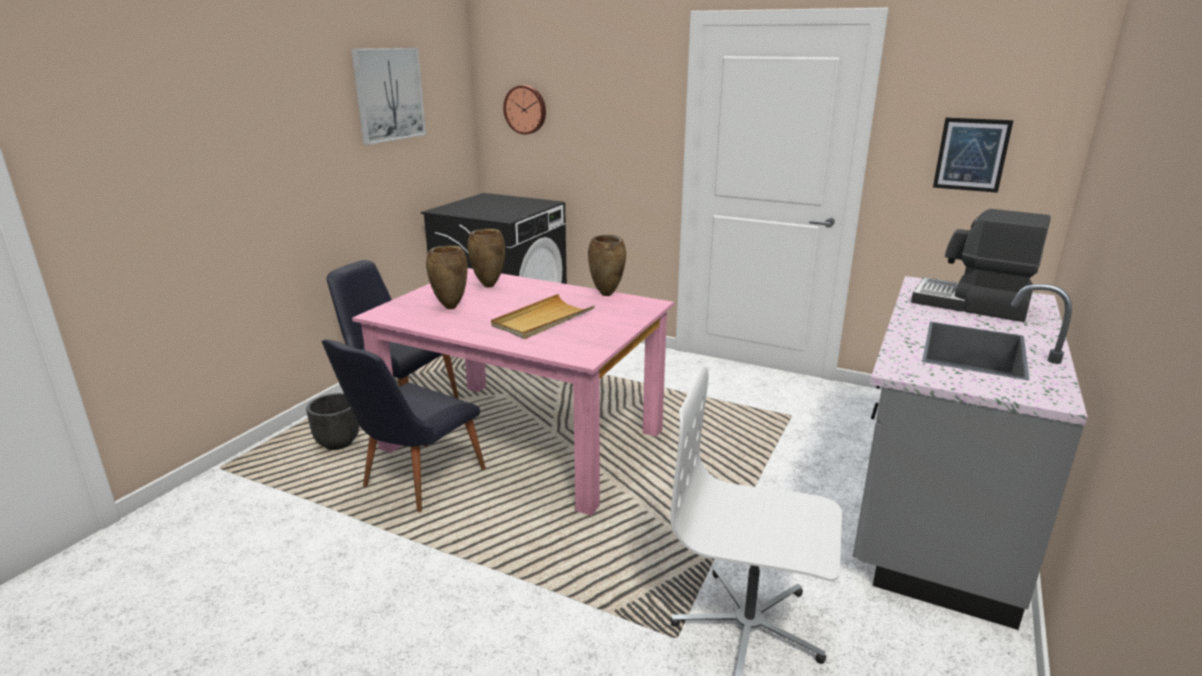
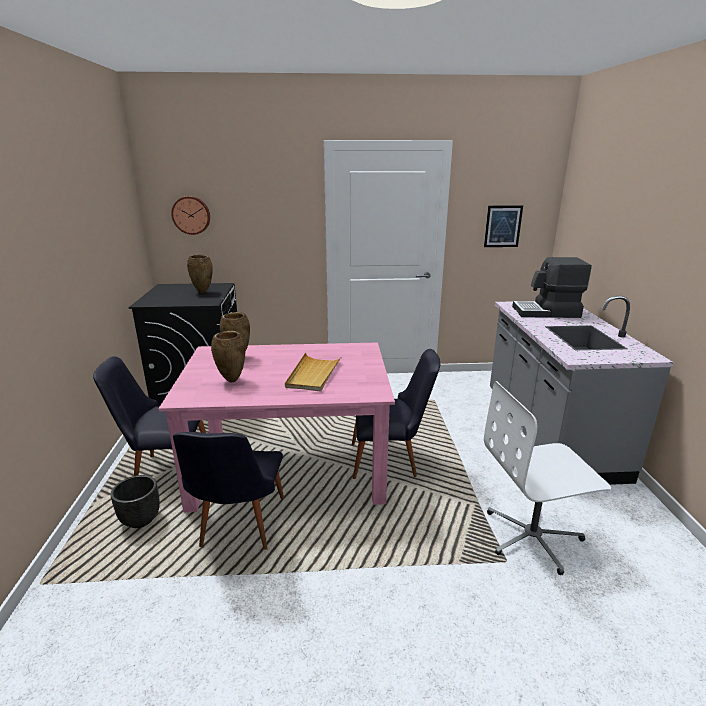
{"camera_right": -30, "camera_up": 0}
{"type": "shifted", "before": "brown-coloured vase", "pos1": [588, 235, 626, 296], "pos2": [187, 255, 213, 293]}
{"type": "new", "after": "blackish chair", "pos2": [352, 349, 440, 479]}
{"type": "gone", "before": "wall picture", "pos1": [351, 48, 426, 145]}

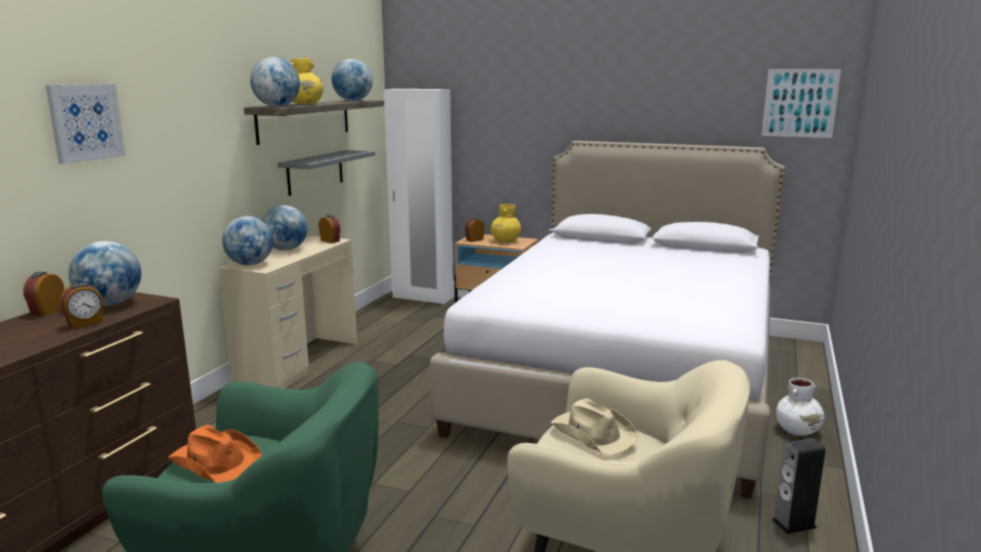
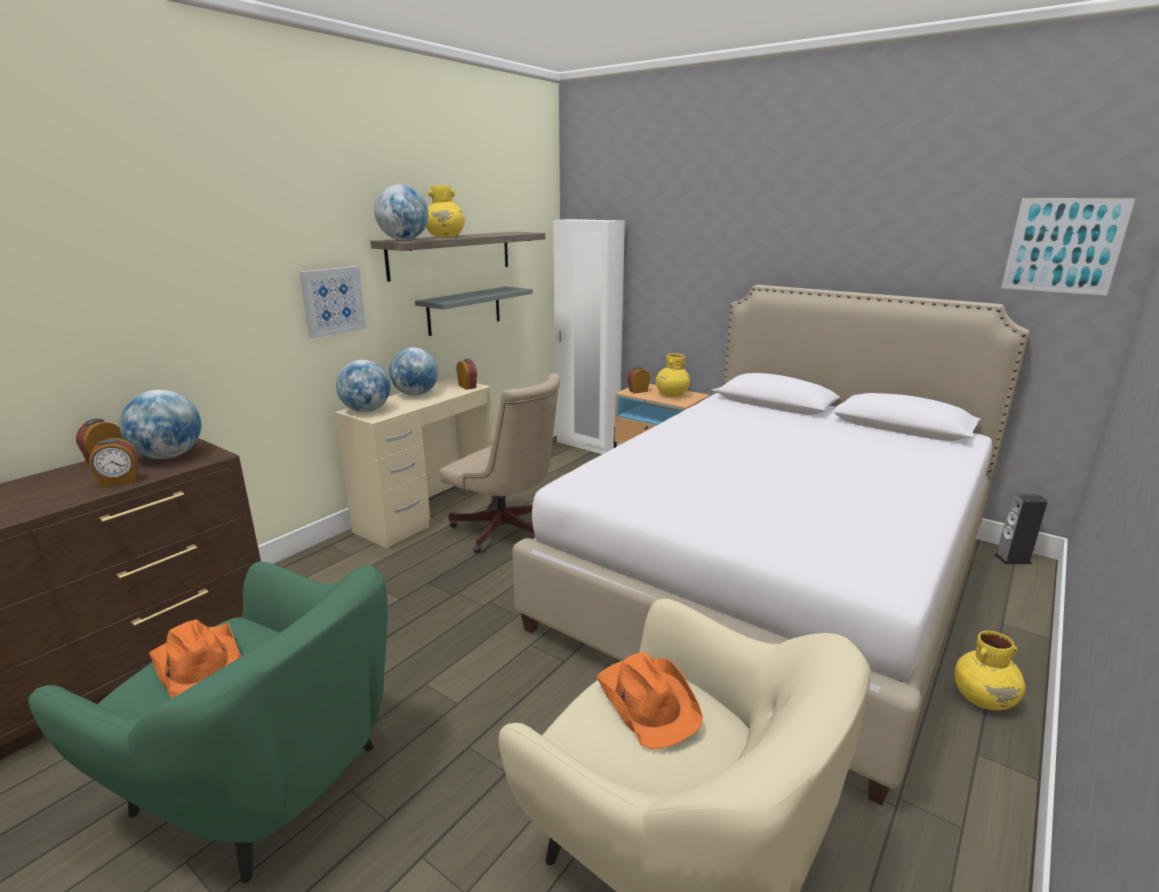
{"camera_right": 15, "camera_up": 5}
{"type": "shifted", "before": "wall picture", "pos1": [46, 84, 126, 164], "pos2": [299, 266, 366, 338]}
{"type": "new", "after": "beige office chair", "pos2": [439, 373, 561, 553]}
{"type": "repainted", "before": "beige clothing hat", "after": "orange-coloured clothing hat", "pos1": [551, 399, 638, 456], "pos2": [597, 653, 703, 749]}
{"type": "repainted", "before": "white vase", "after": "yellow vase", "pos1": [776, 378, 825, 436], "pos2": [954, 630, 1026, 710]}
{"type": "shifted", "before": "loudspeaker", "pos1": [772, 438, 826, 534], "pos2": [994, 494, 1048, 565]}
{"type": "gone", "before": "globe", "pos1": [332, 59, 373, 101]}

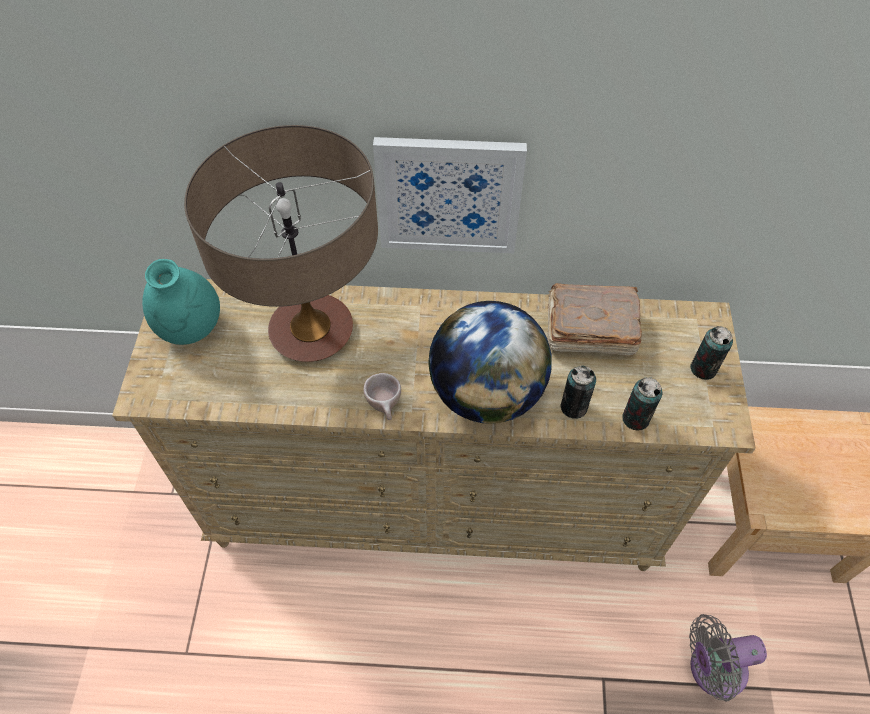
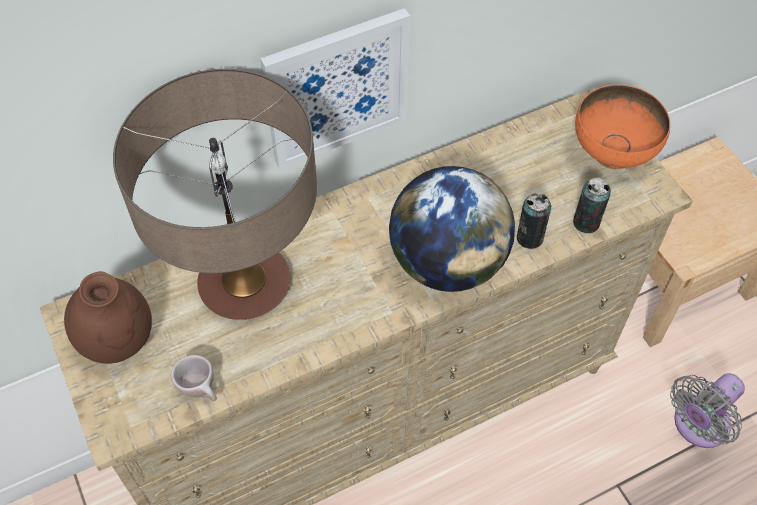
{"camera_right": -30, "camera_up": 0}
{"type": "repainted", "before": "blue-green vase", "after": "brown-coloured vase", "pos1": [142, 259, 220, 345], "pos2": [64, 271, 152, 364]}
{"type": "shifted", "before": "beige cup", "pos1": [364, 373, 401, 420], "pos2": [171, 355, 217, 401]}
{"type": "swapped", "before": "can", "after": "orange-coloured bowl", "pos1": [690, 326, 733, 380], "pos2": [575, 85, 670, 169]}
{"type": "gone", "before": "brown-coloured volume", "pos1": [547, 283, 642, 356]}

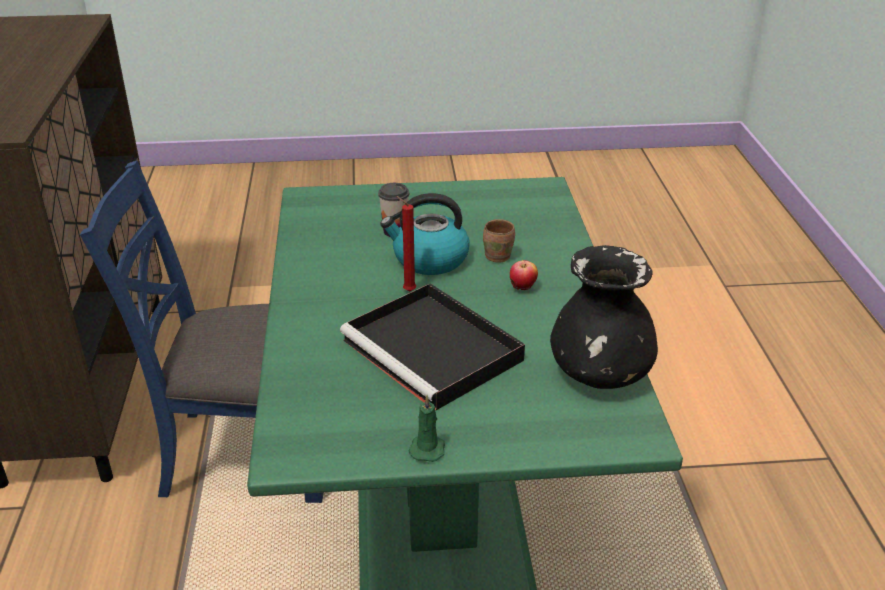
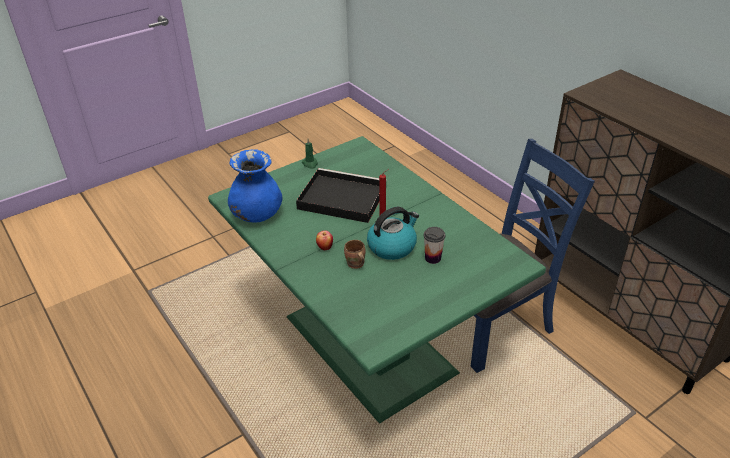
{"camera_right": 150, "camera_up": 5}
{"type": "repainted", "before": "blackish vase", "after": "bluish vase", "pos1": [550, 245, 658, 389], "pos2": [228, 149, 283, 222]}

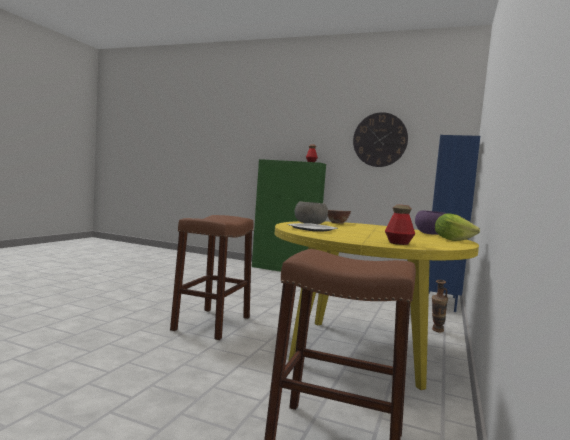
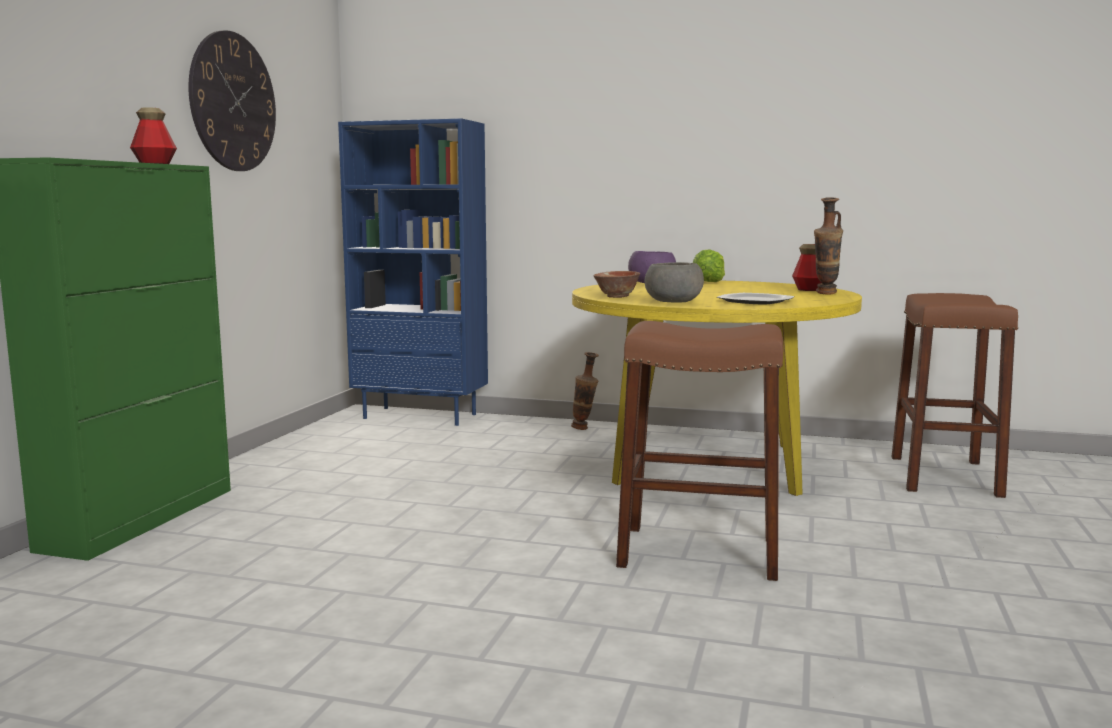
{"camera_right": -95, "camera_up": 5}
{"type": "new", "after": "vase", "pos2": [814, 197, 843, 295]}

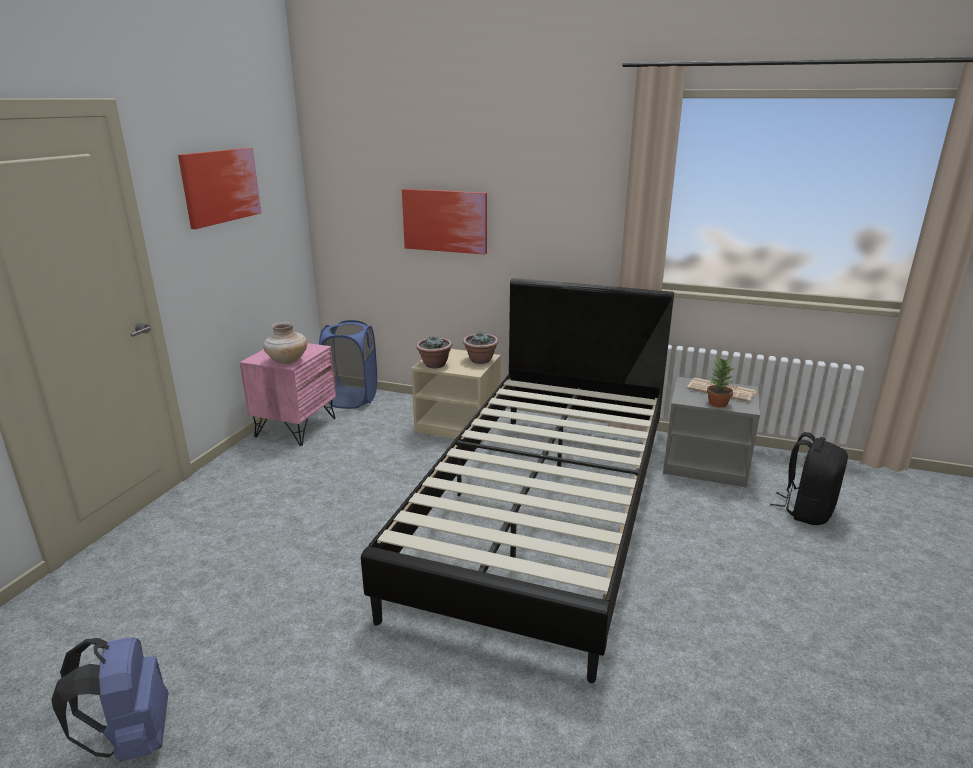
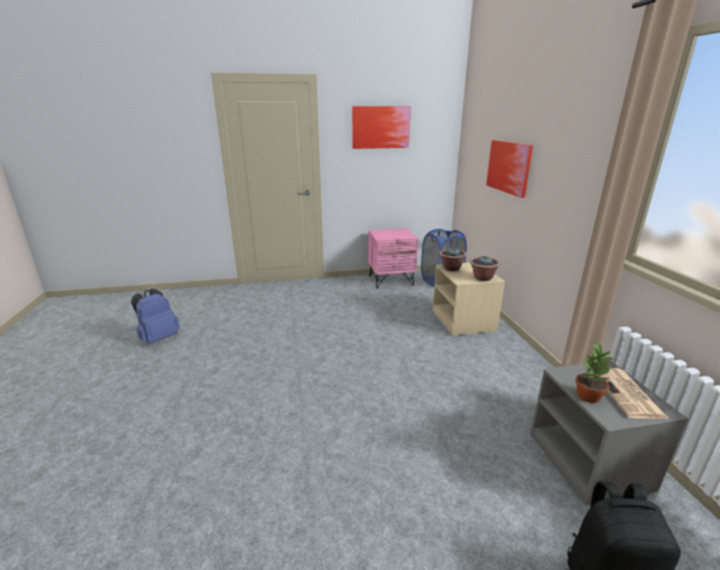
{"camera_right": 60, "camera_up": 0}
{"type": "gone", "before": "beige vase", "pos1": [263, 322, 307, 364]}
{"type": "gone", "before": "blackish sleeping bed", "pos1": [361, 278, 674, 683]}

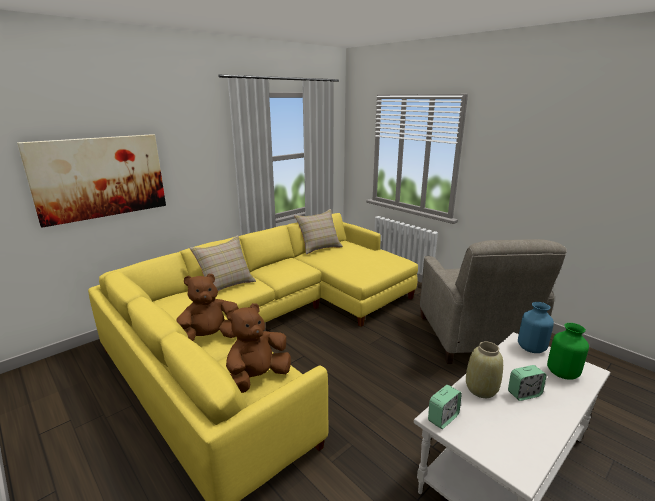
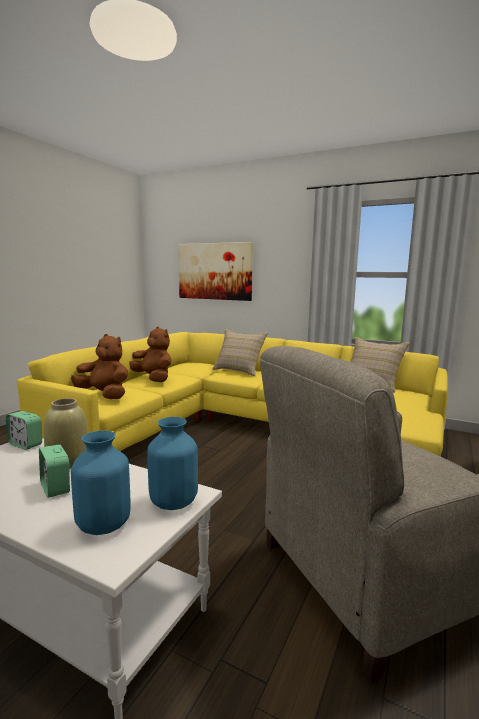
{"camera_right": 70, "camera_up": -10}
{"type": "repainted", "before": "greenish vase", "after": "bluish vase", "pos1": [547, 323, 589, 380], "pos2": [71, 431, 131, 535]}

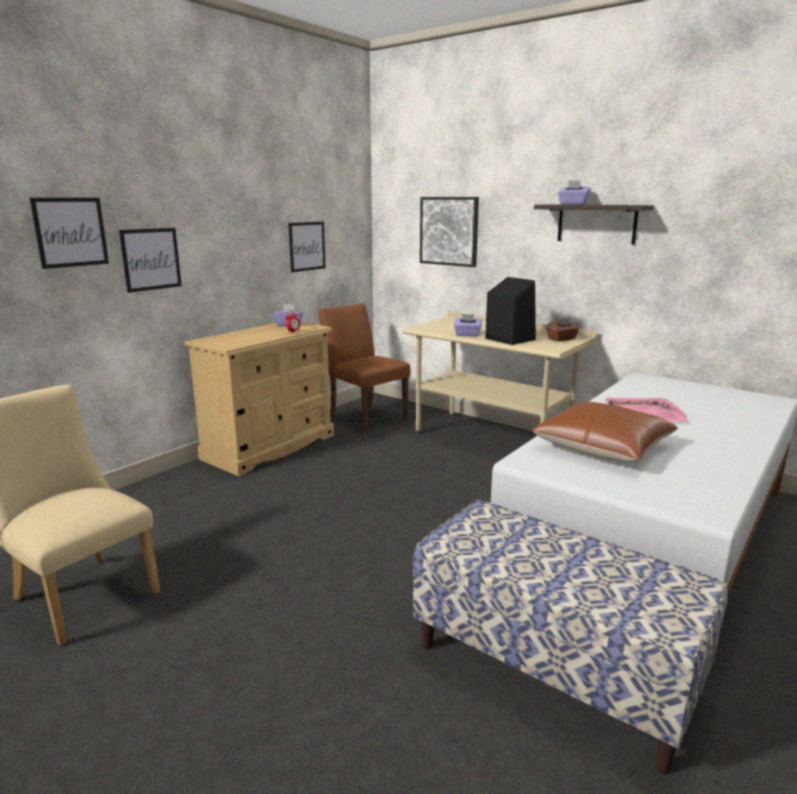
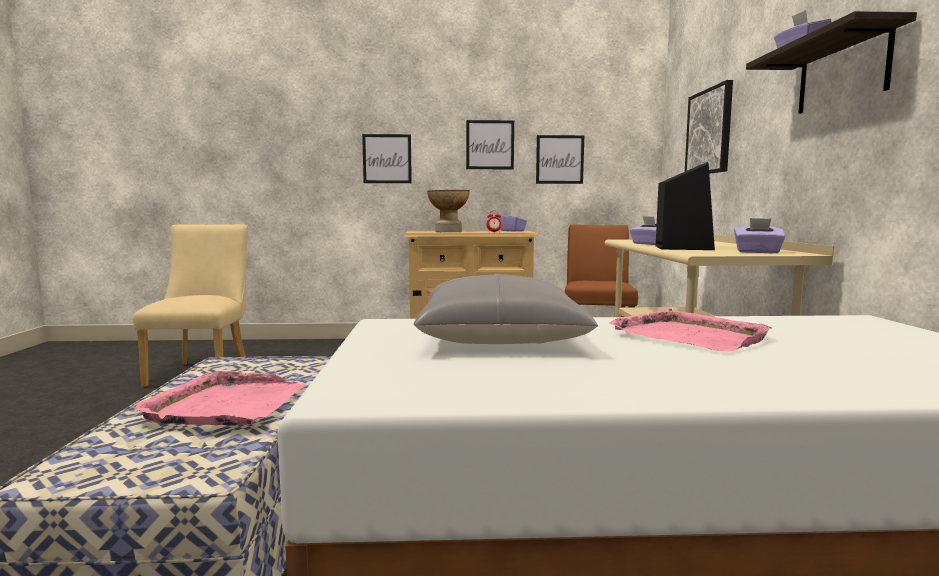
{"camera_right": 50, "camera_up": -10}
{"type": "new", "after": "pink-coloured carrying tray", "pos2": [133, 371, 305, 426]}
{"type": "repainted", "before": "brown-coloured cushion", "after": "greyish cushion", "pos1": [532, 401, 678, 462], "pos2": [414, 274, 598, 344]}
{"type": "new", "after": "vase", "pos2": [427, 190, 470, 232]}
{"type": "shifted", "before": "wall picture", "pos1": [30, 198, 109, 269], "pos2": [466, 120, 514, 169]}
{"type": "repainted", "before": "brown-coloured tissue holder", "after": "purplish tissue holder", "pos1": [546, 318, 579, 341], "pos2": [734, 218, 785, 253]}

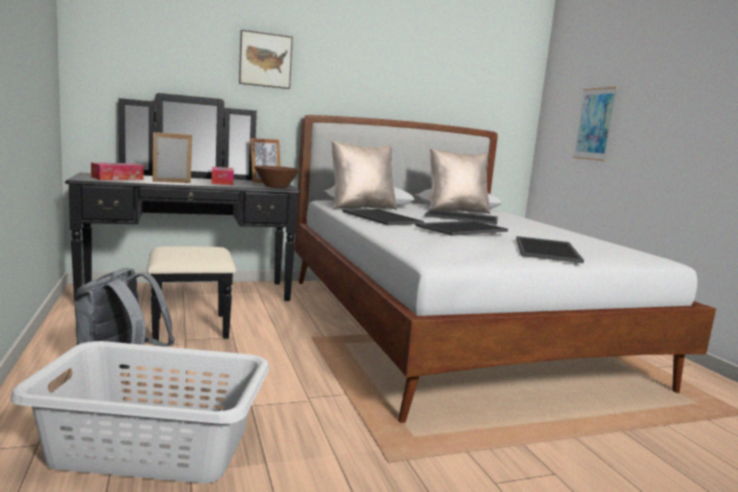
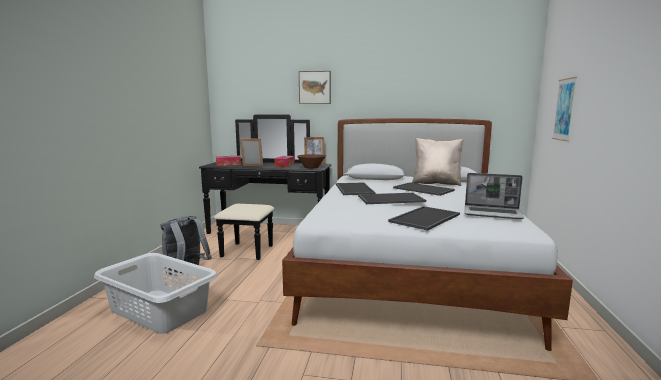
{"camera_right": 30, "camera_up": 0}
{"type": "new", "after": "laptop", "pos2": [465, 173, 524, 219]}
{"type": "gone", "before": "beige cushion", "pos1": [332, 141, 397, 210]}

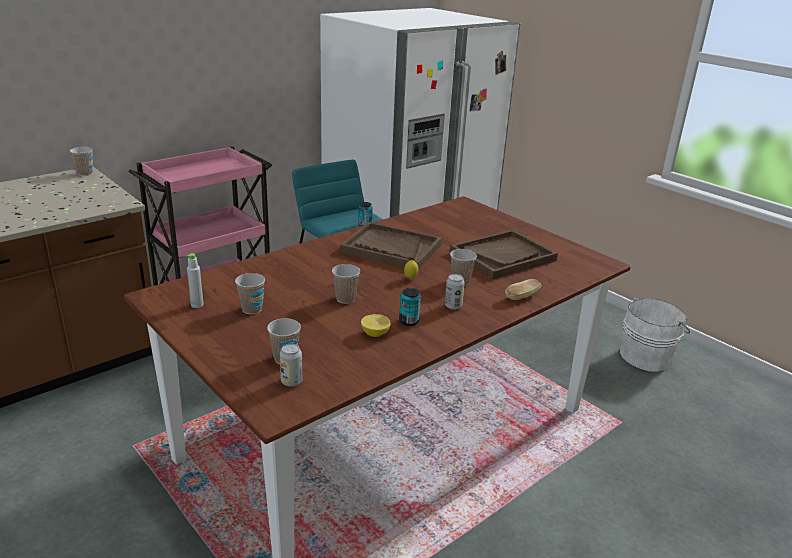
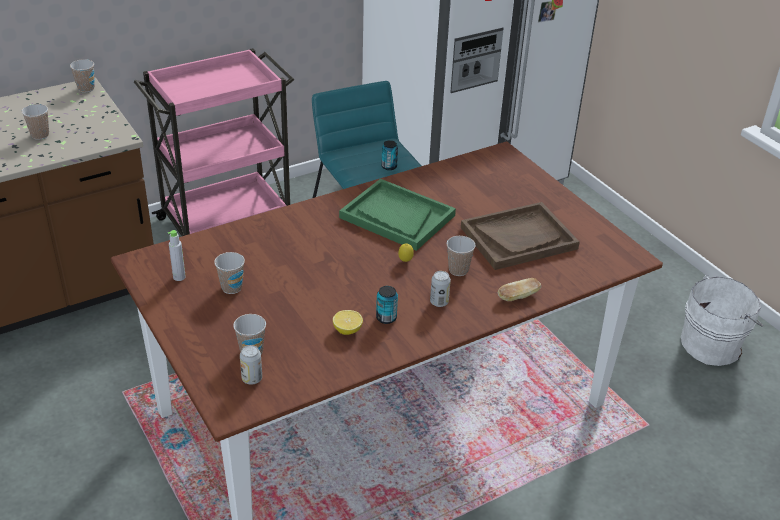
{"camera_right": 10, "camera_up": 10}
{"type": "shifted", "before": "cup", "pos1": [332, 264, 360, 304], "pos2": [22, 104, 49, 140]}
{"type": "repainted", "before": "brown-coloured carrying tray", "after": "greenish carrying tray", "pos1": [340, 222, 442, 270], "pos2": [339, 179, 456, 251]}

